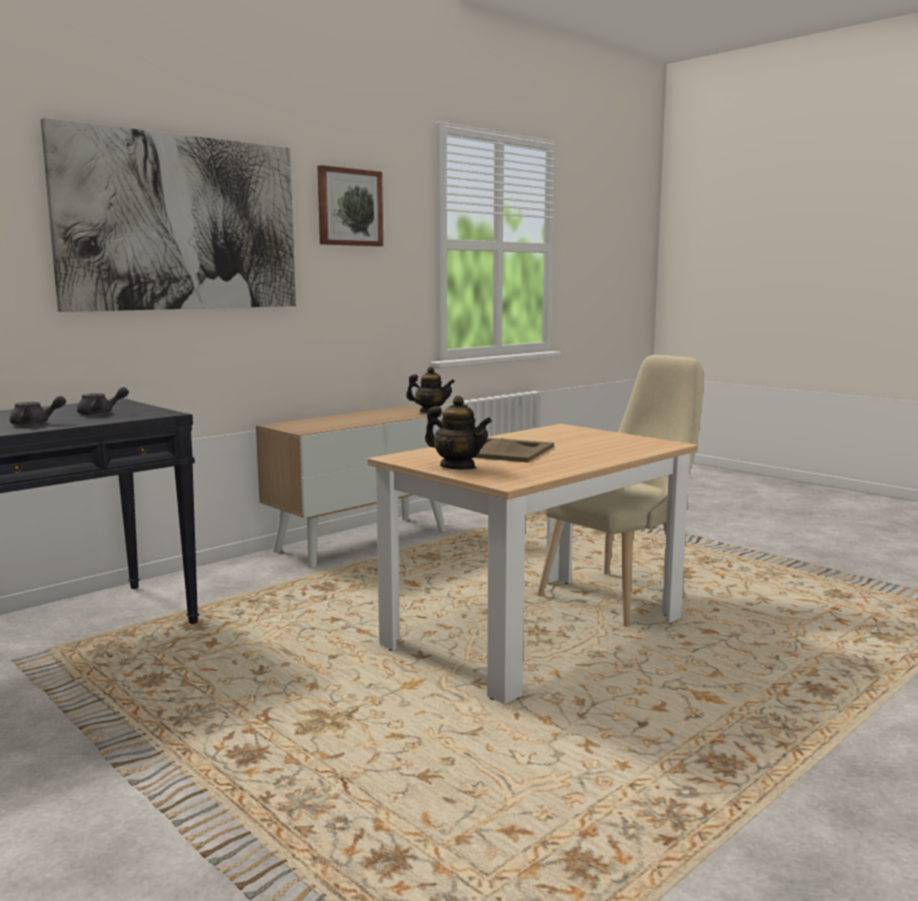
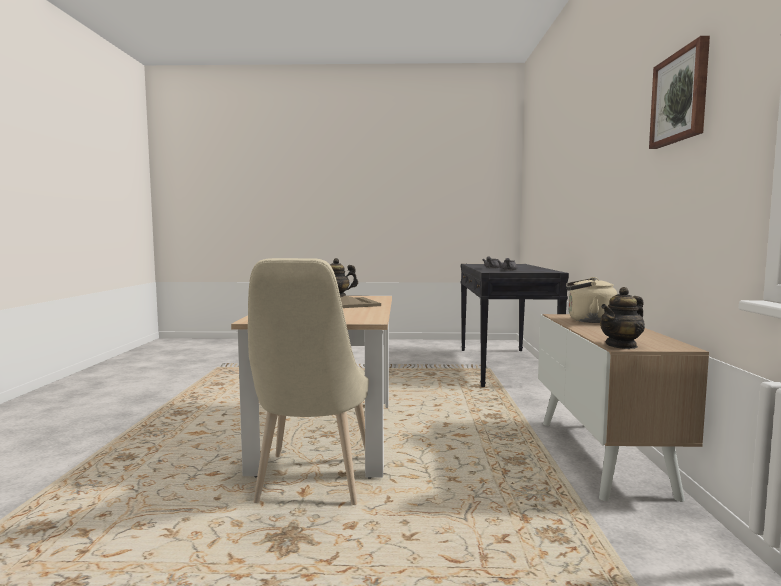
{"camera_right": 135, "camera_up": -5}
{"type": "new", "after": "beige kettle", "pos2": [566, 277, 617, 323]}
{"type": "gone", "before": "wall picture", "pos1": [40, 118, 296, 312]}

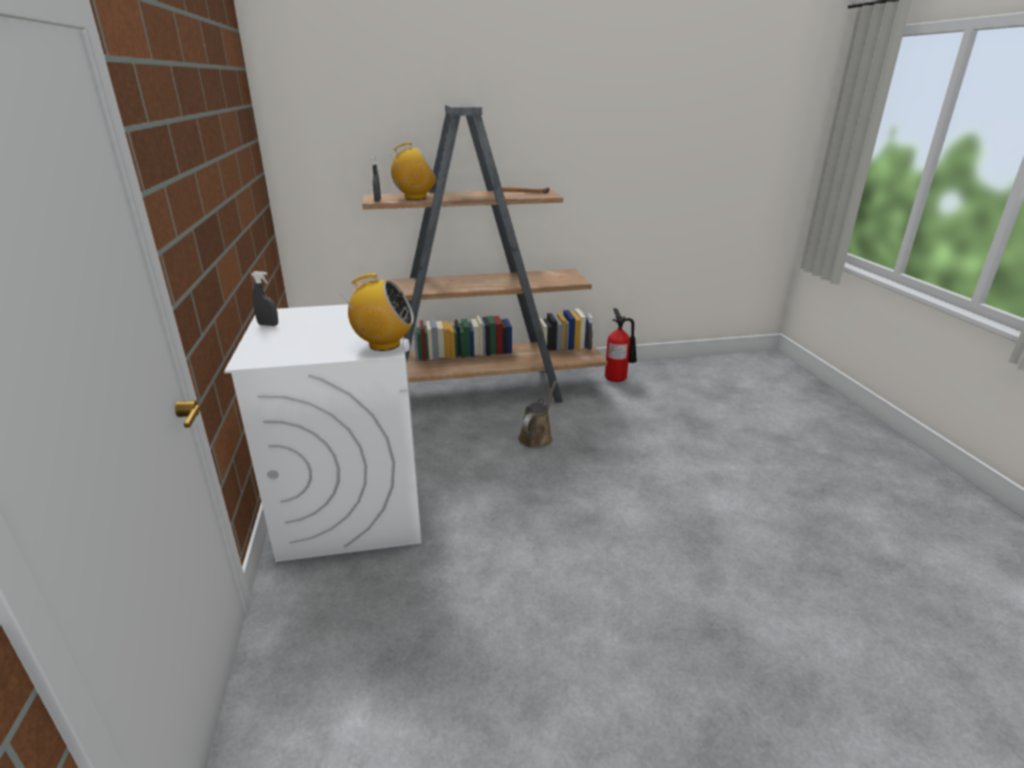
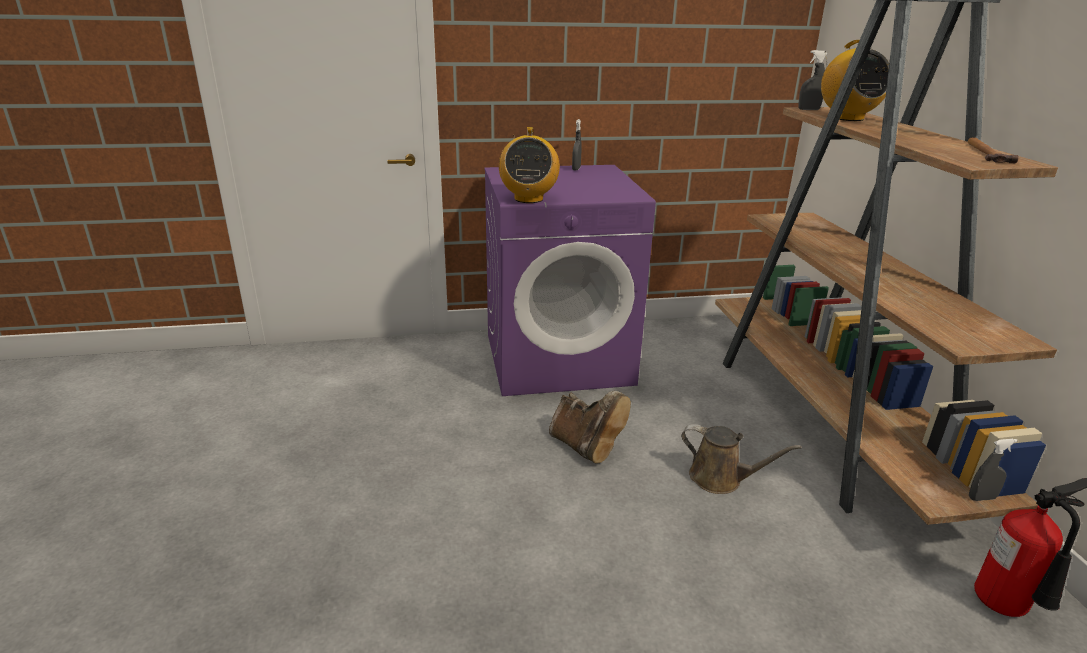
{"camera_right": 90, "camera_up": 0}
{"type": "repainted", "before": "white laundry machine", "after": "purplish laundry machine", "pos1": [224, 304, 421, 562], "pos2": [484, 165, 656, 396]}
{"type": "new", "after": "brown-coloured high-top boot", "pos2": [549, 391, 631, 463]}

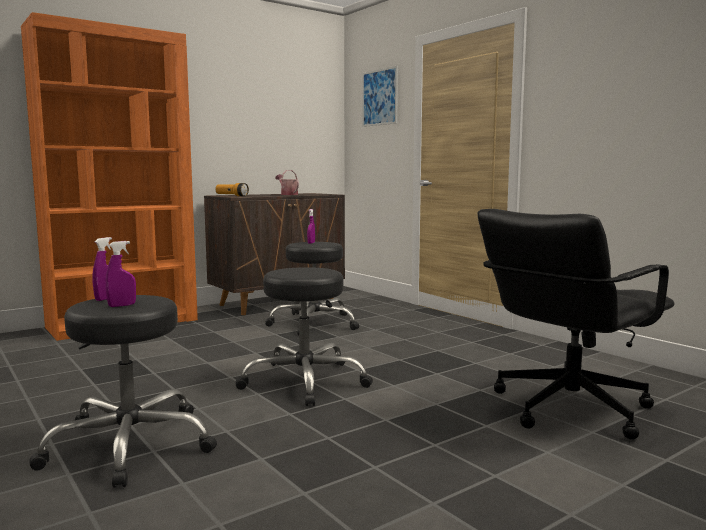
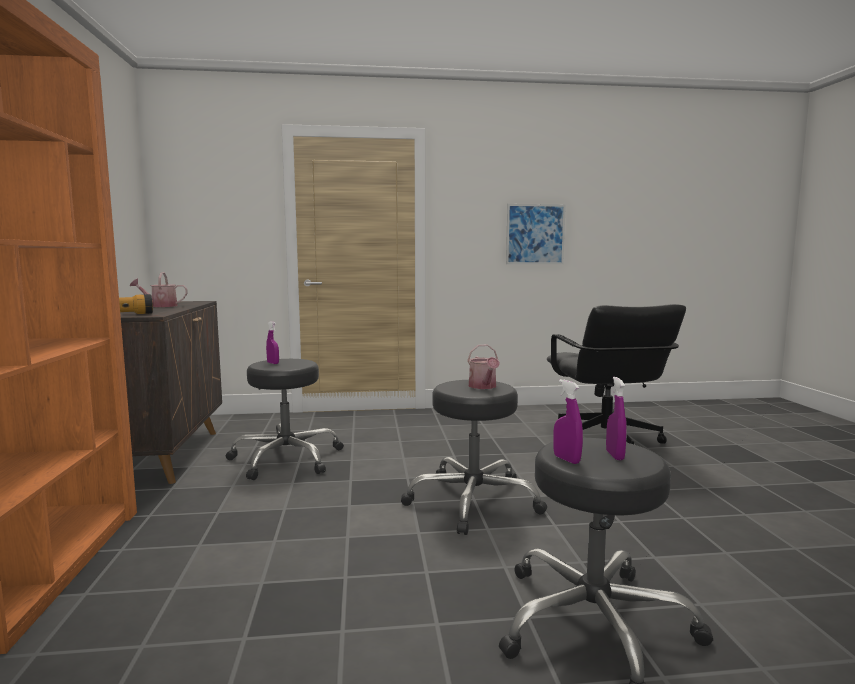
{"camera_right": -60, "camera_up": 0}
{"type": "new", "after": "watering can", "pos2": [467, 345, 500, 389]}
{"type": "shifted", "before": "wall picture", "pos1": [362, 66, 398, 127], "pos2": [506, 204, 566, 264]}

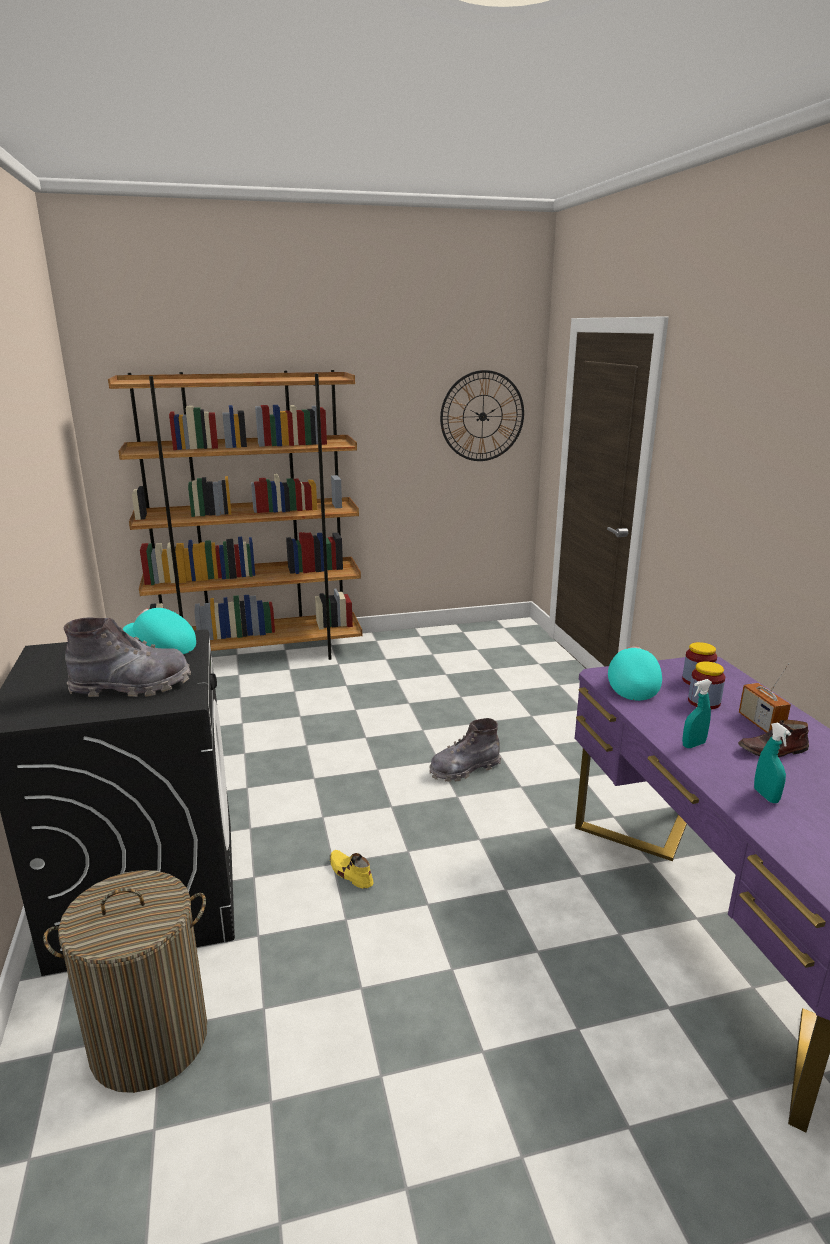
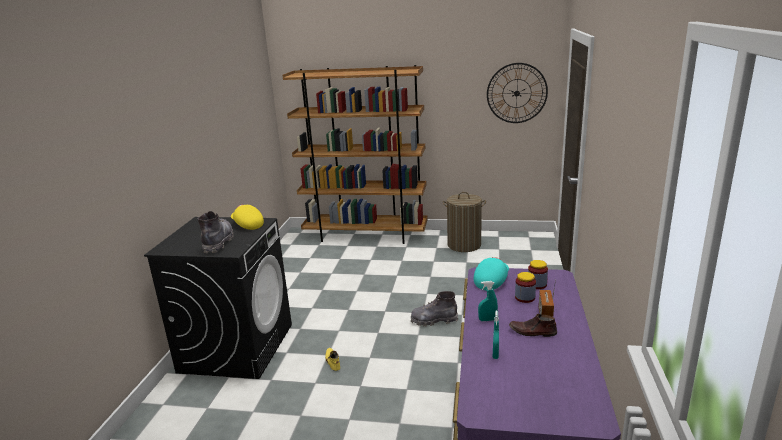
{"camera_right": 25, "camera_up": 0}
{"type": "rotated", "before": "greyish high-top boot", "pos1": [64, 617, 191, 697], "pos2": [198, 211, 234, 253], "turn": -105}
{"type": "repainted", "before": "blue-green baseball cap", "after": "yellow baseball cap", "pos1": [123, 608, 196, 654], "pos2": [231, 205, 264, 230]}
{"type": "shifted", "before": "hamper", "pos1": [43, 870, 207, 1093], "pos2": [443, 192, 486, 252]}

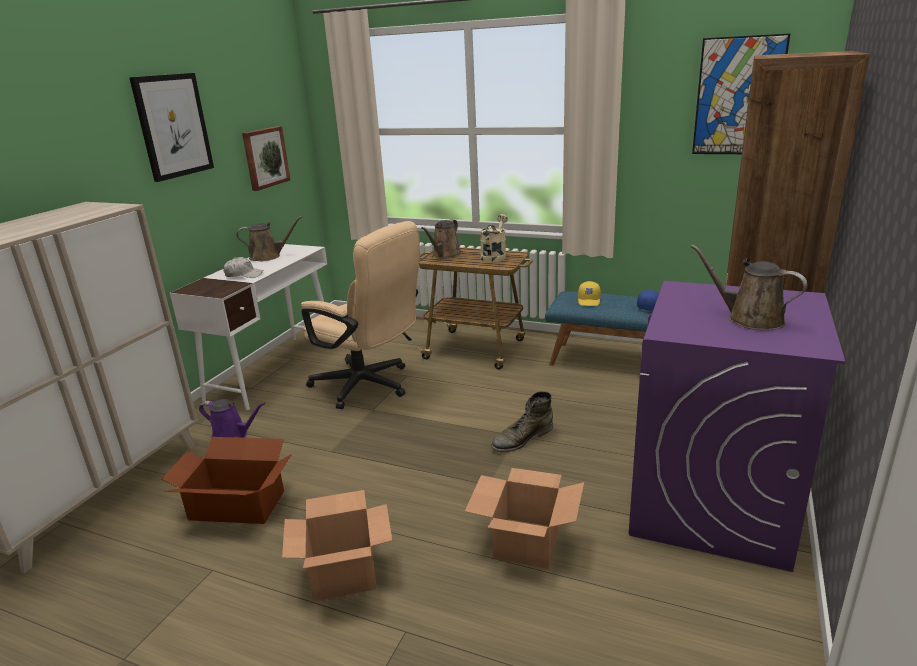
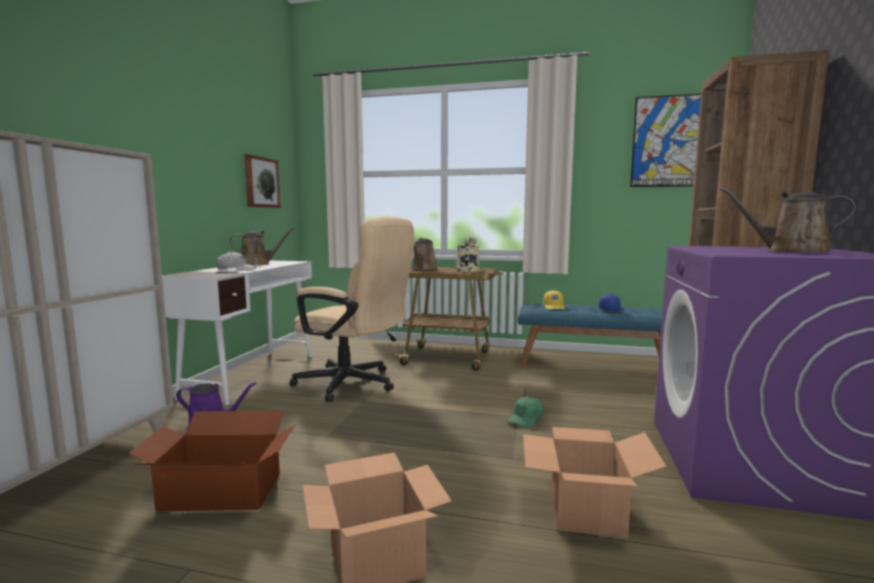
{"camera_right": -10, "camera_up": -15}
{"type": "swapped", "before": "greenish high-top boot", "after": "greenish baseball cap", "pos1": [491, 391, 553, 452], "pos2": [507, 397, 544, 428]}
{"type": "gone", "before": "wall picture", "pos1": [129, 73, 214, 182]}

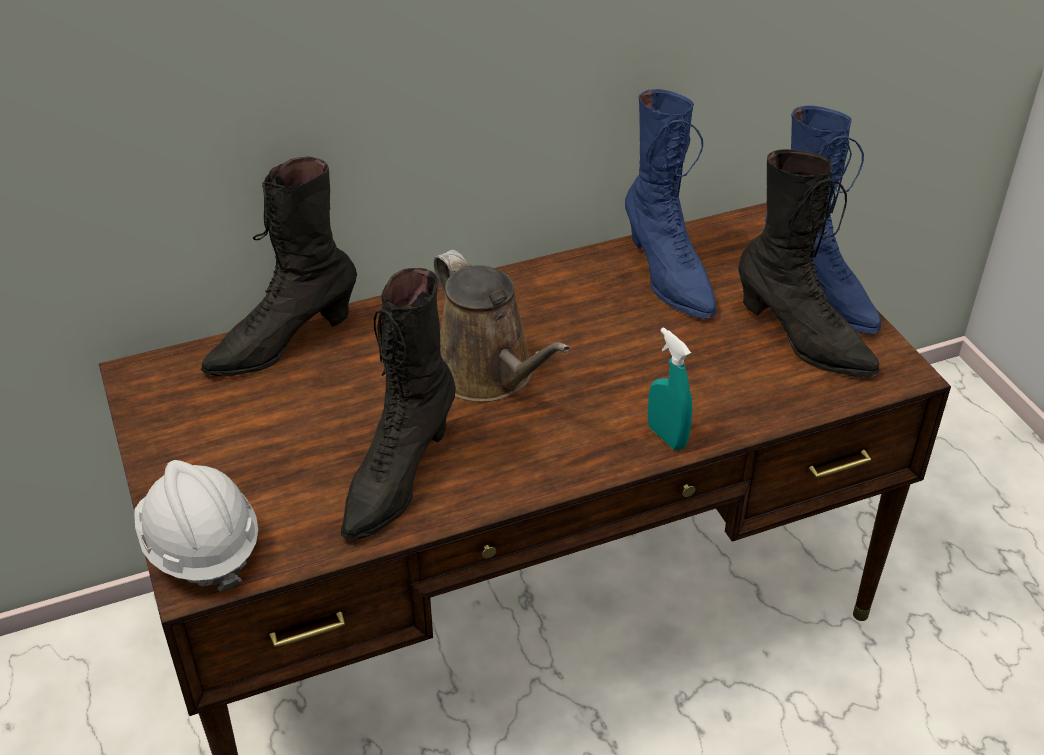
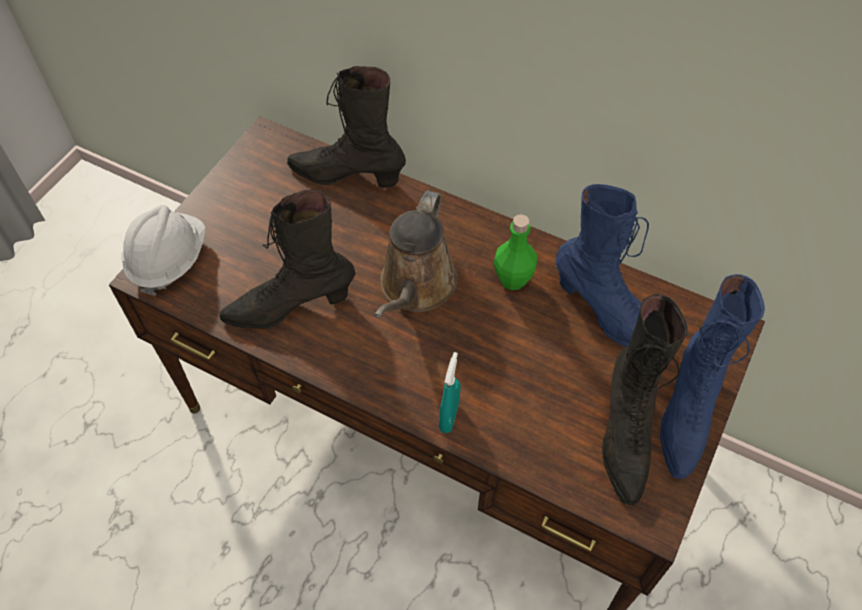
{"camera_right": 50, "camera_up": 15}
{"type": "new", "after": "greenish drink bottle", "pos2": [494, 214, 538, 290]}
{"type": "rotated", "before": "bluish high-top boot", "pos1": [625, 89, 717, 319], "pos2": [556, 184, 649, 347], "turn": -75}

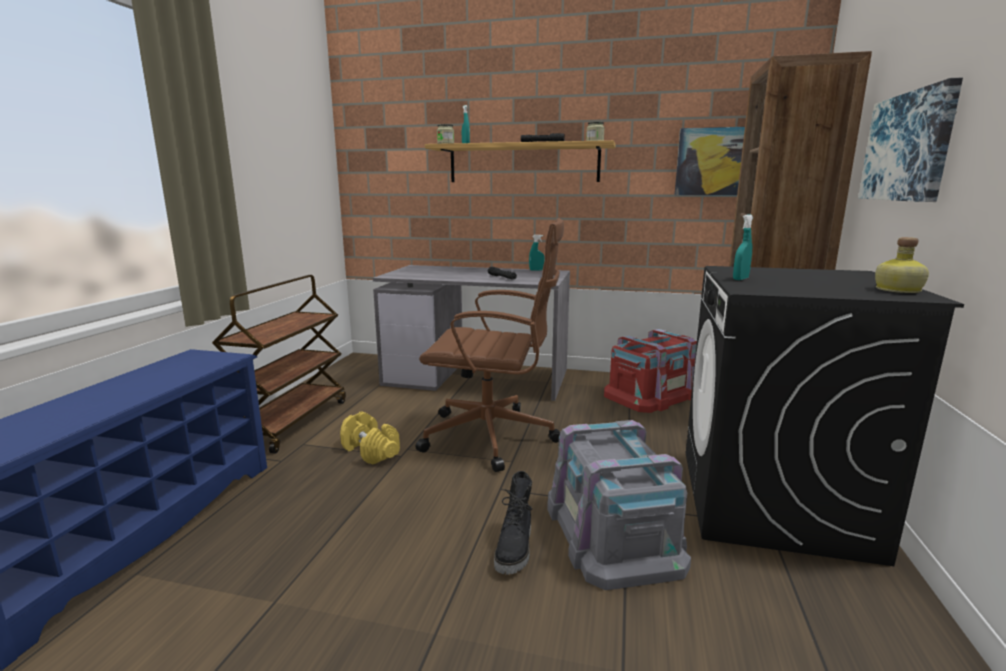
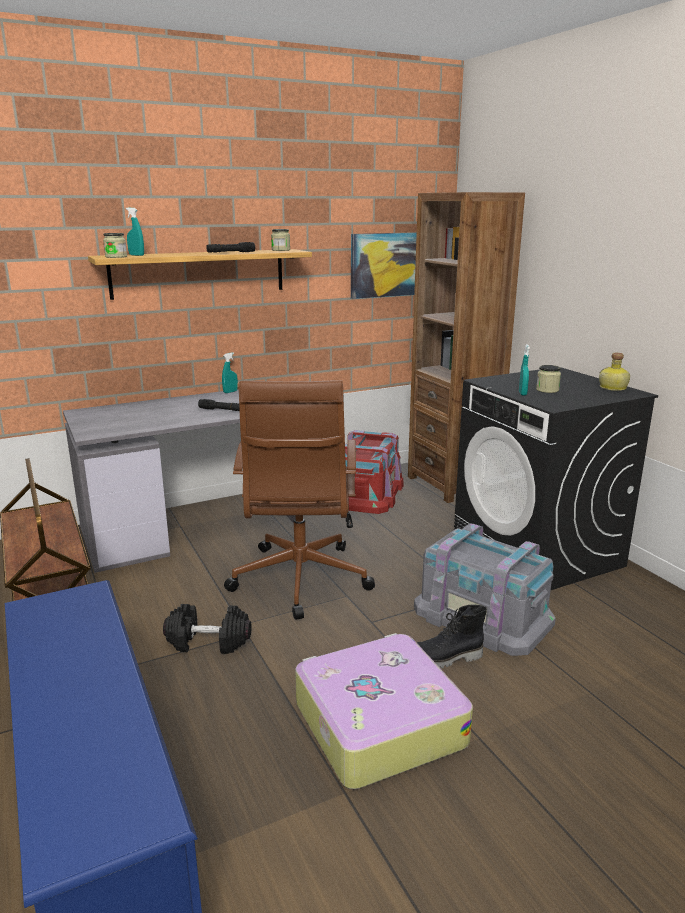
{"camera_right": -40, "camera_up": 5}
{"type": "repainted", "before": "yellow hand weight", "after": "blackish hand weight", "pos1": [340, 411, 400, 464], "pos2": [163, 604, 252, 654]}
{"type": "rotated", "before": "brown-coloured office chair", "pos1": [415, 218, 564, 472], "pos2": [224, 380, 375, 620], "turn": 120}
{"type": "new", "after": "piece of luggage", "pos2": [295, 633, 473, 789]}
{"type": "rotated", "before": "blackish high-top boot", "pos1": [494, 471, 532, 575], "pos2": [417, 604, 487, 669], "turn": 105}
{"type": "new", "after": "jar", "pos2": [536, 365, 561, 393]}
{"type": "gone", "before": "wall picture", "pos1": [858, 77, 963, 202]}

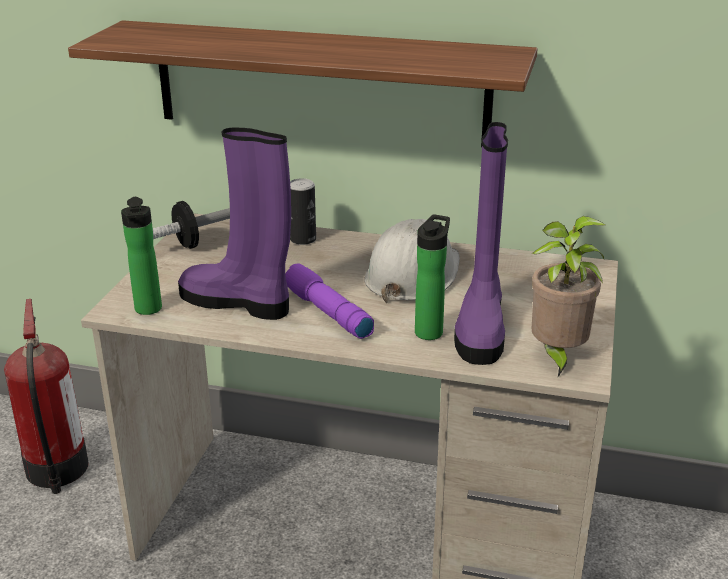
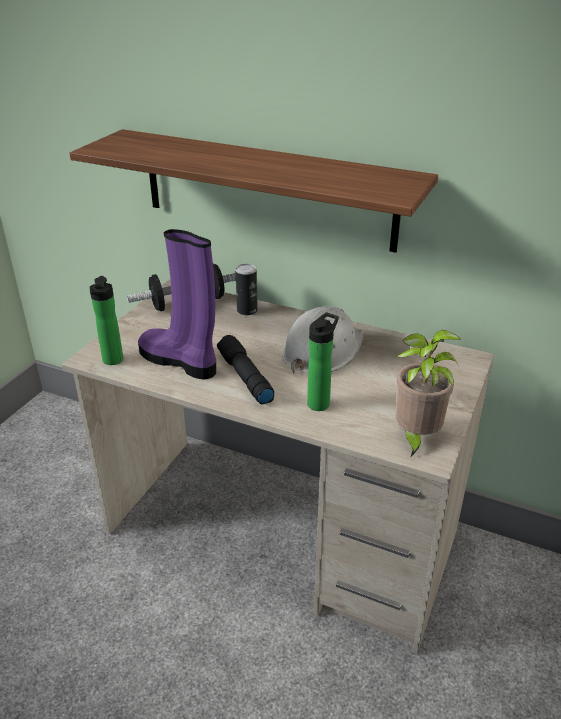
{"camera_right": 10, "camera_up": 5}
{"type": "repainted", "before": "purplish flashlight", "after": "blackish flashlight", "pos1": [285, 264, 374, 339], "pos2": [217, 335, 274, 404]}
{"type": "gone", "before": "extinguisher", "pos1": [4, 299, 89, 494]}
{"type": "gone", "before": "purplish high-top boot", "pos1": [454, 122, 508, 365]}

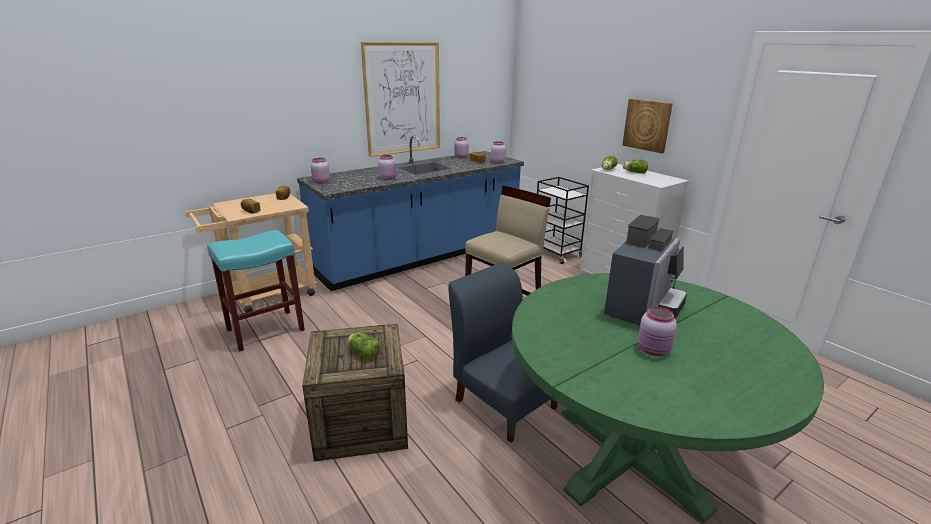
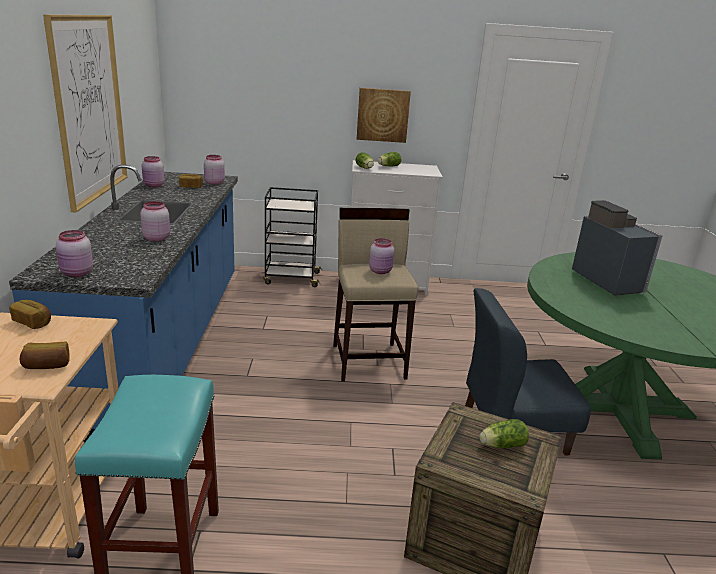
{"camera_right": -55, "camera_up": 0}
{"type": "shifted", "before": "pink-coloured jar", "pos1": [638, 306, 677, 356], "pos2": [369, 238, 394, 274]}

